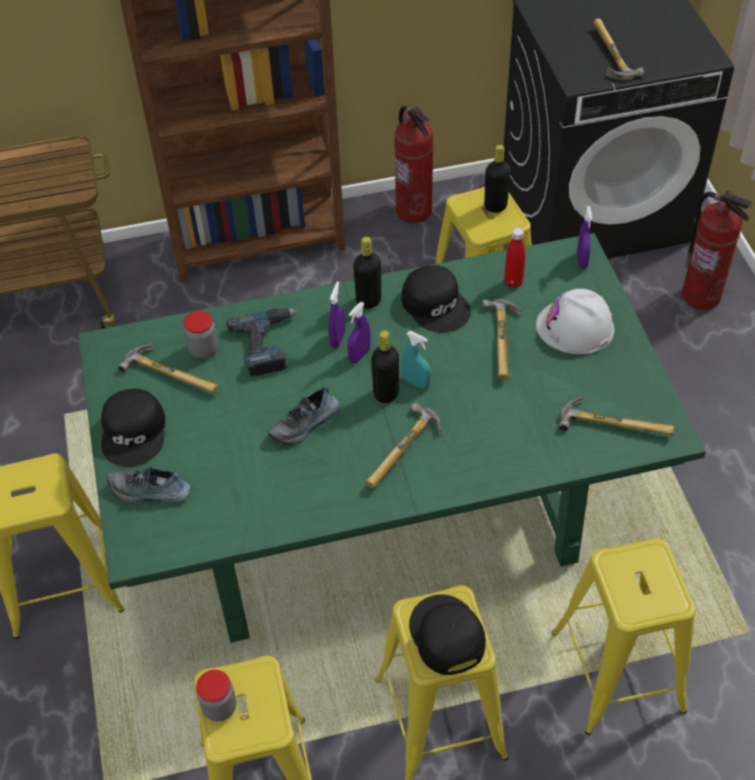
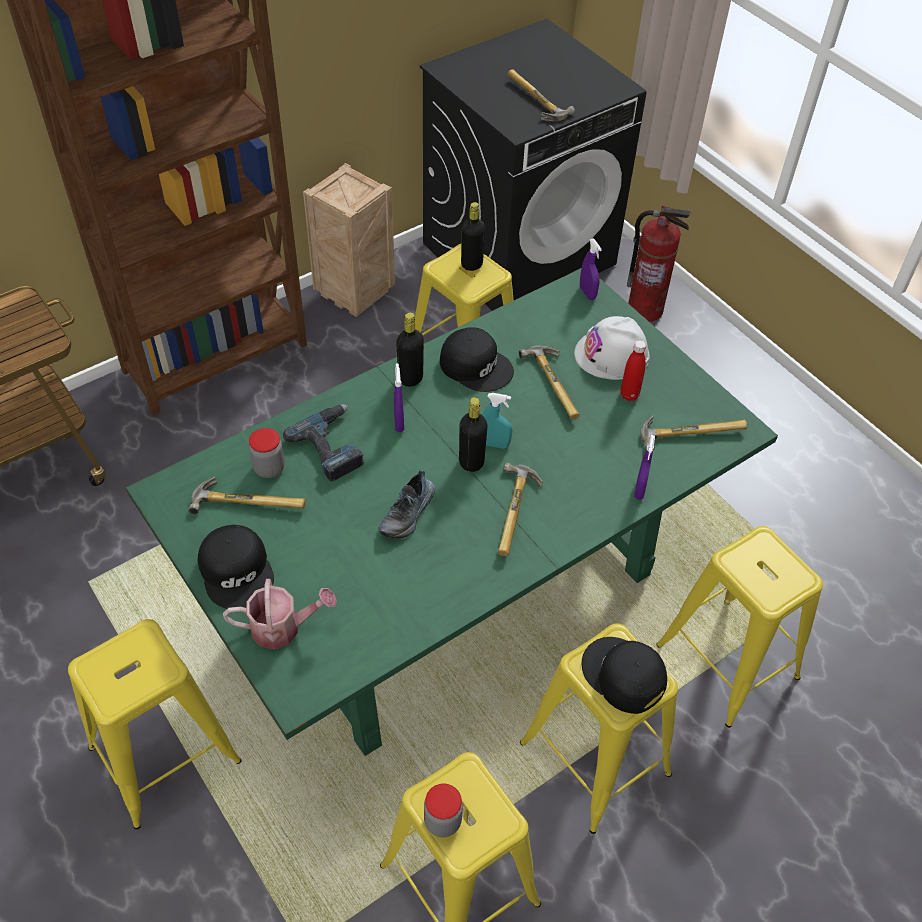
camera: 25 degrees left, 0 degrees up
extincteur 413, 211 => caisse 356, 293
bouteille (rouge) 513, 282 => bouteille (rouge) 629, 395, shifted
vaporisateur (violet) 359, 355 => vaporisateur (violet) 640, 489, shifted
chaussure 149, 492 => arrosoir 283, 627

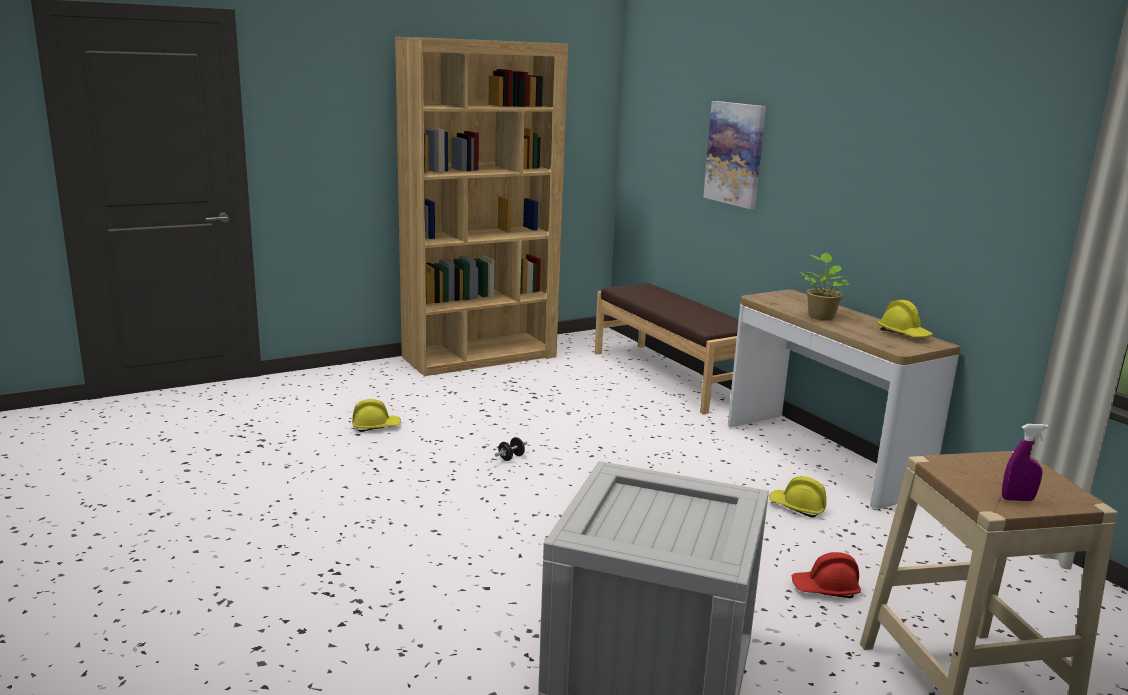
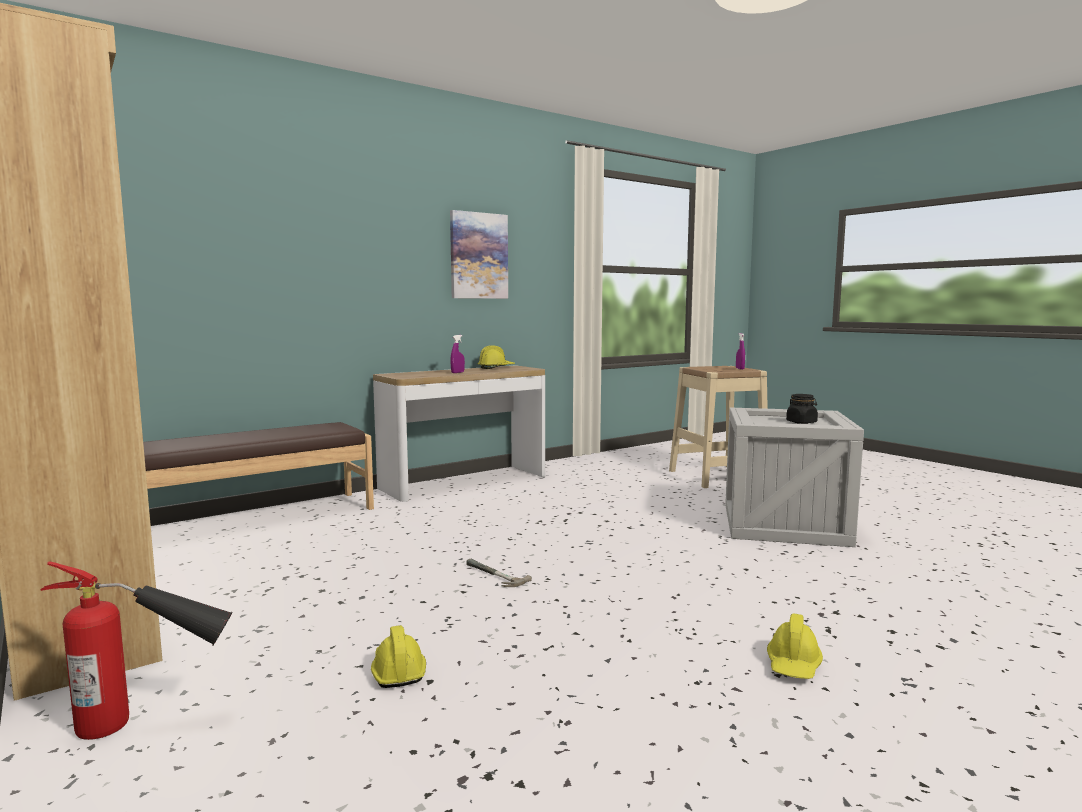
camera: 95 degrees left, 10 degrees down
tableau 735, 154 => tableau 478, 256, shifted
plante en pot 821, 316 => vaporisateur (violet) 457, 372
haltère (noir) 511, 457 => marteau 491, 576
casque de chantier (jaune) 797, 507 => casque de chantier (jaune) 794, 665, shifted
casque de chantier (rouge) 825, 589 => nothing
nothing => bocal (noir) 801, 422
nothing => extincteur 150, 721

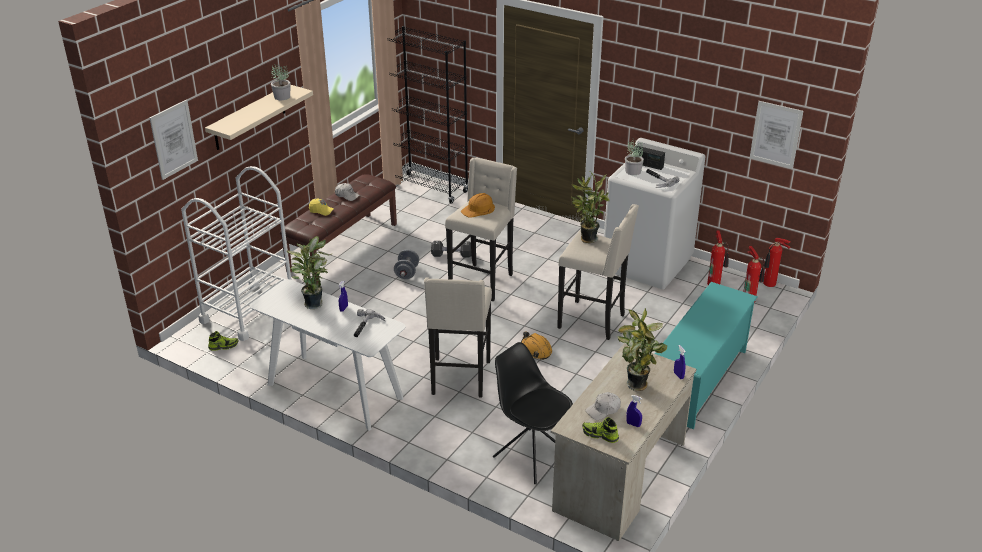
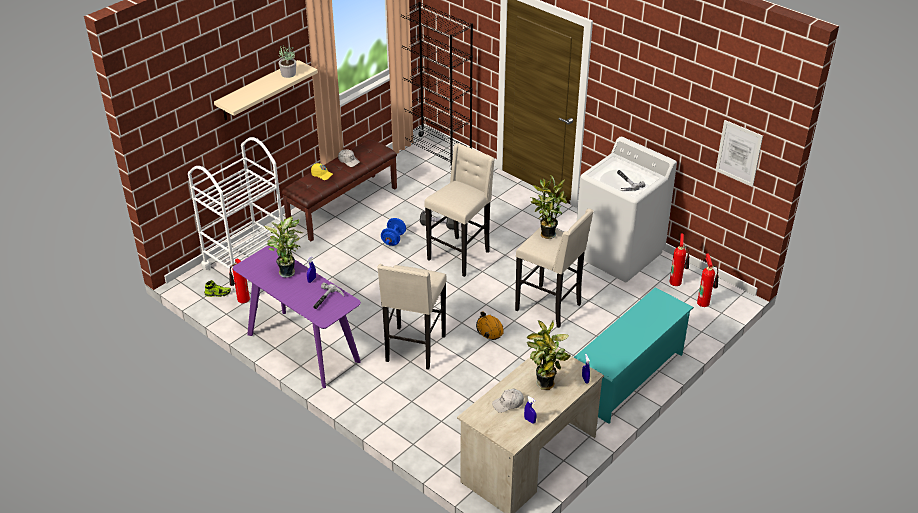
camera: 10 degrees right, 5 degrees up
tableau 174, 139 => nothing
plante en pot 632, 171 => nothing
radio 647, 165 => nothing
casque de chantier (orange) 478, 209 => nothing
extincteur 769, 284 => extincteur 242, 300, shifted
haltère (gris) 407, 273 => haltère (bleu) 393, 239
table console (blanc) 334, 391 => table console (violet) 302, 348
chaise (noir) 531, 455 => nothing
chaussure 600, 435 => nothing

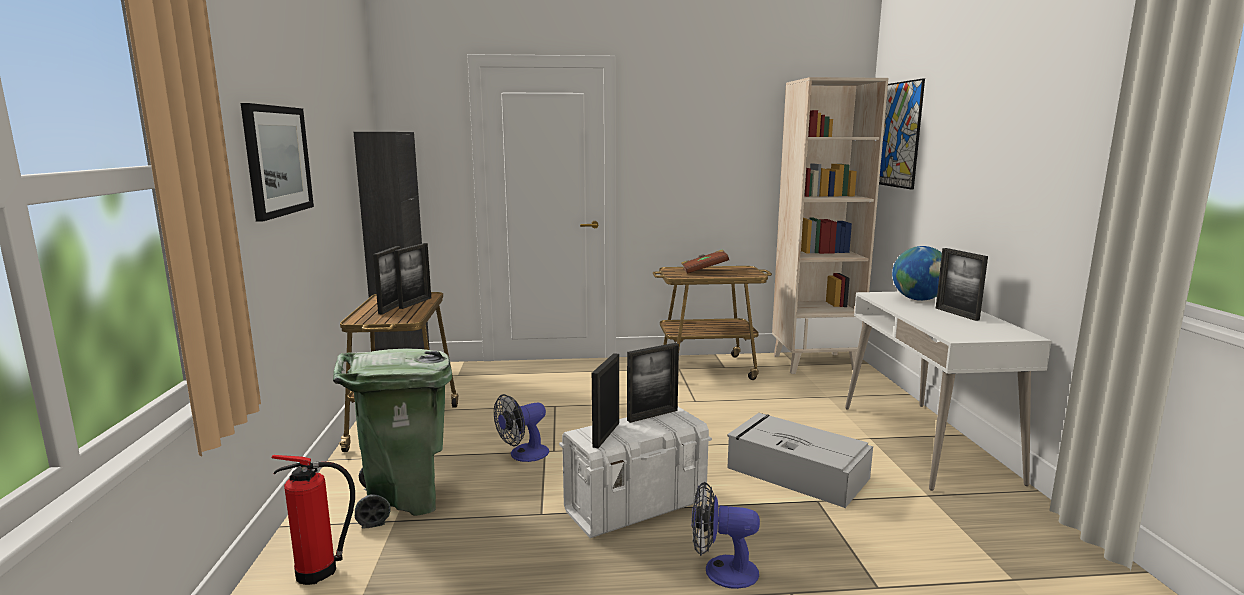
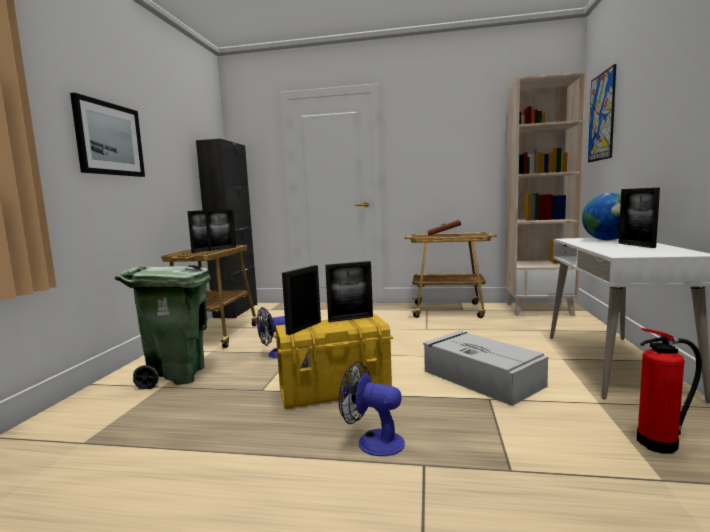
camera: 15 degrees right, 5 degrees down
boîte de rangement (blanc) 636, 506 => boîte de rangement (jaune) 335, 391
extincteur 320, 572 => extincteur 661, 443, shifted

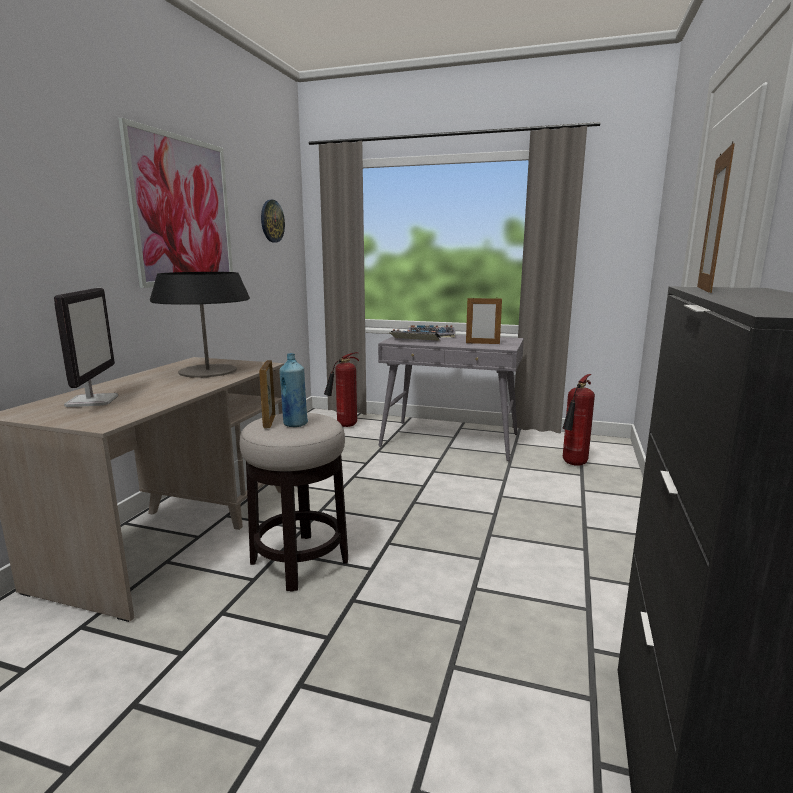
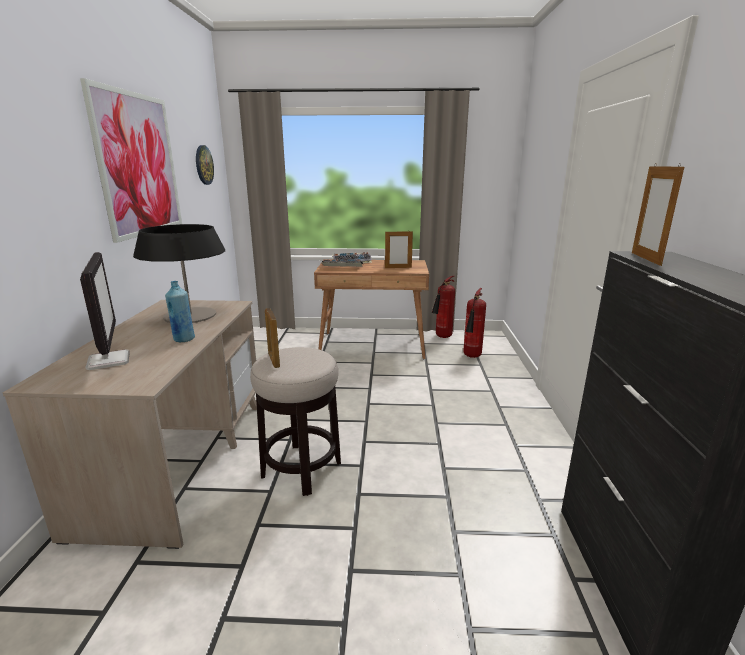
camera: 15 degrees left, 5 degrees up
bureau (gris) 451, 440 => bureau (marron) 373, 345
extincteur 344, 426 => extincteur 442, 337, shifted
bouteille (bleu) 295, 424 => bouteille (bleu) 184, 339, shifted

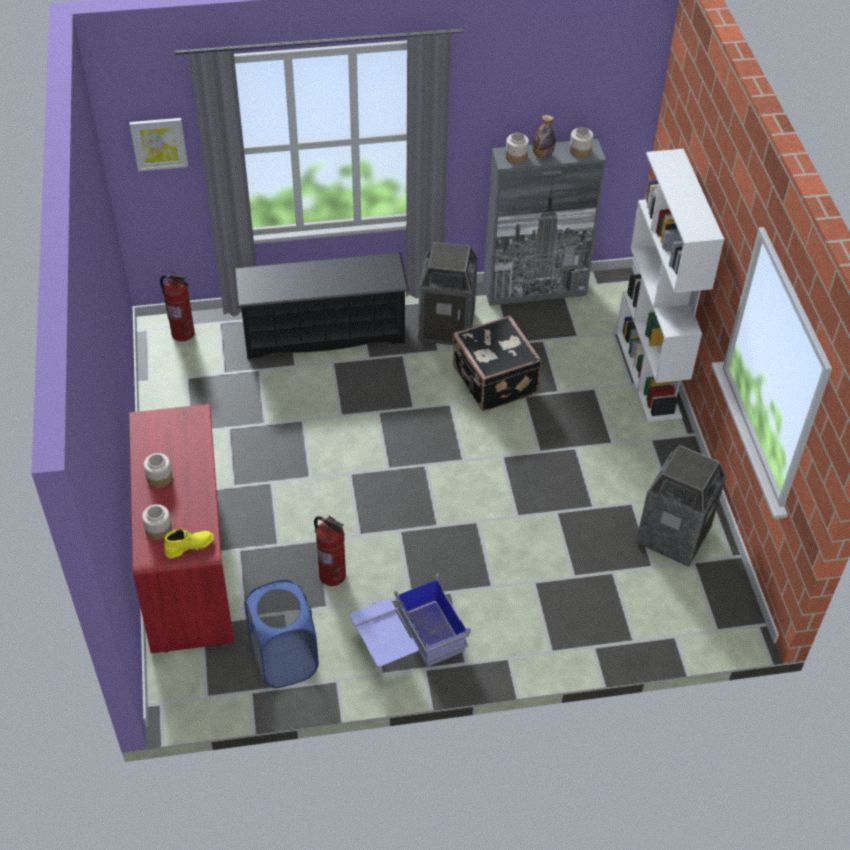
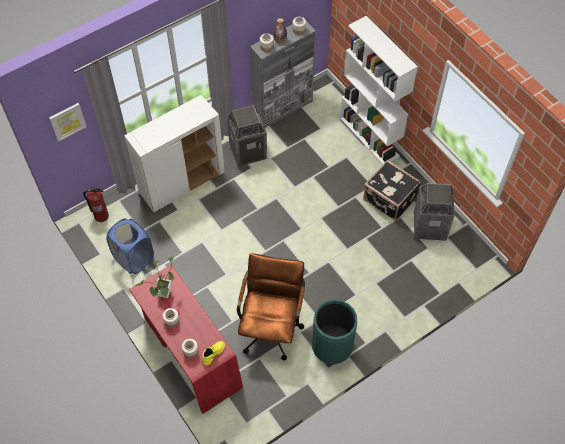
camera: 25 degrees left, 10 degrees up
étagère à chaussures (noir) 324, 333 => meuble de rangement (blanc) 182, 182
valise (noir) 493, 381 => valise (noir) 389, 199, shifted
extincteur 332, 575 => chaise de bureau (marron) 271, 325
boîte de rangement (bleu) 408, 643 => poubelle (vert) 332, 345
panier à linge (bleu) 284, 660 => panier à linge (bleu) 134, 258, shifted
nothing => plante en pot 163, 296

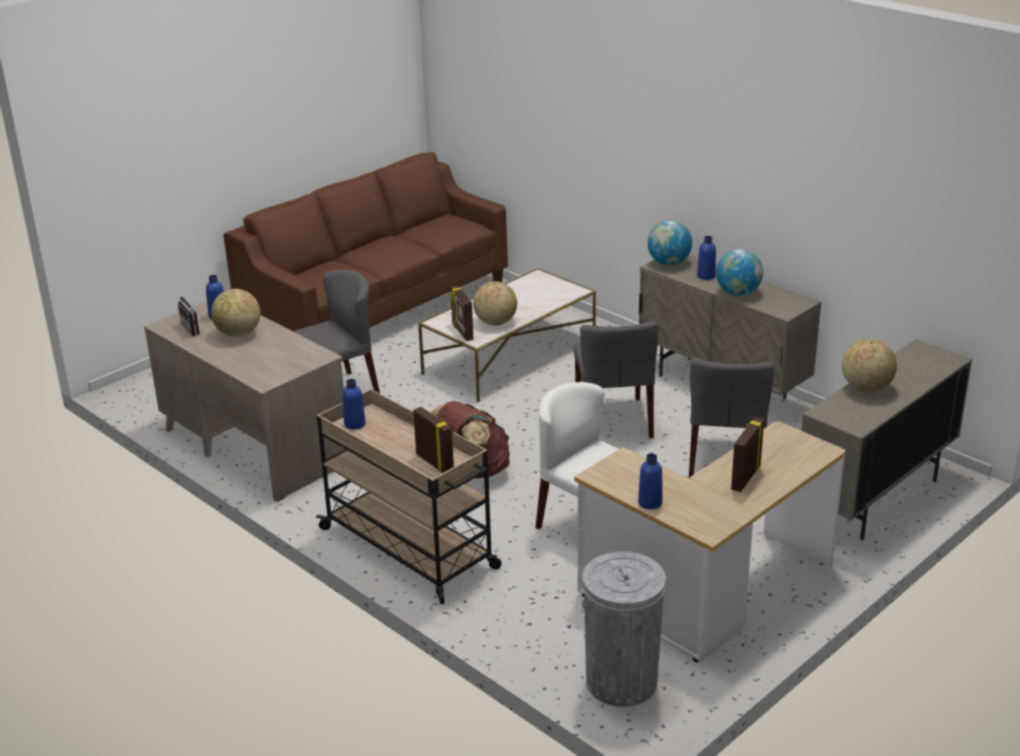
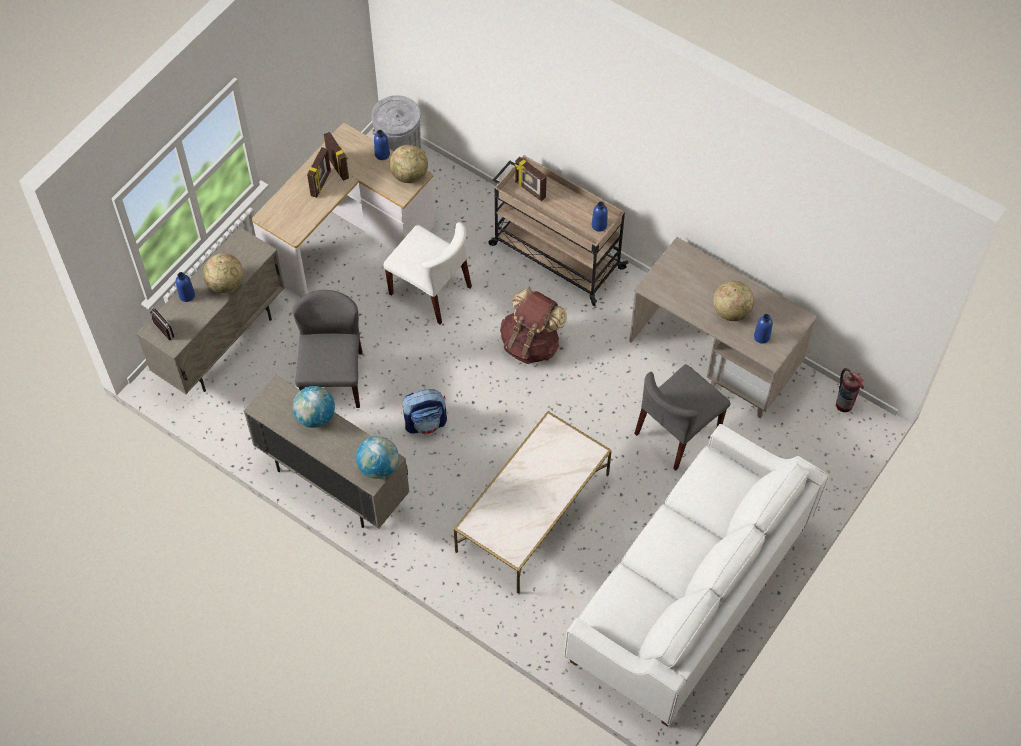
camera: 170 degrees right, 30 degrees up
canapé (marron) 377, 307 => canapé (blanc) 689, 593
bouteille (bleu) 706, 276 => bouteille (bleu) 187, 295, shifted
globe 495, 322 => globe 409, 175, shifted
cadre photo 462, 332 => cadre photo 338, 167, shifted
radio 194, 329 => radio 160, 332, shifted
chaise (gris) 614, 420 => sac à dos 426, 422
nothing => extincteur 844, 404

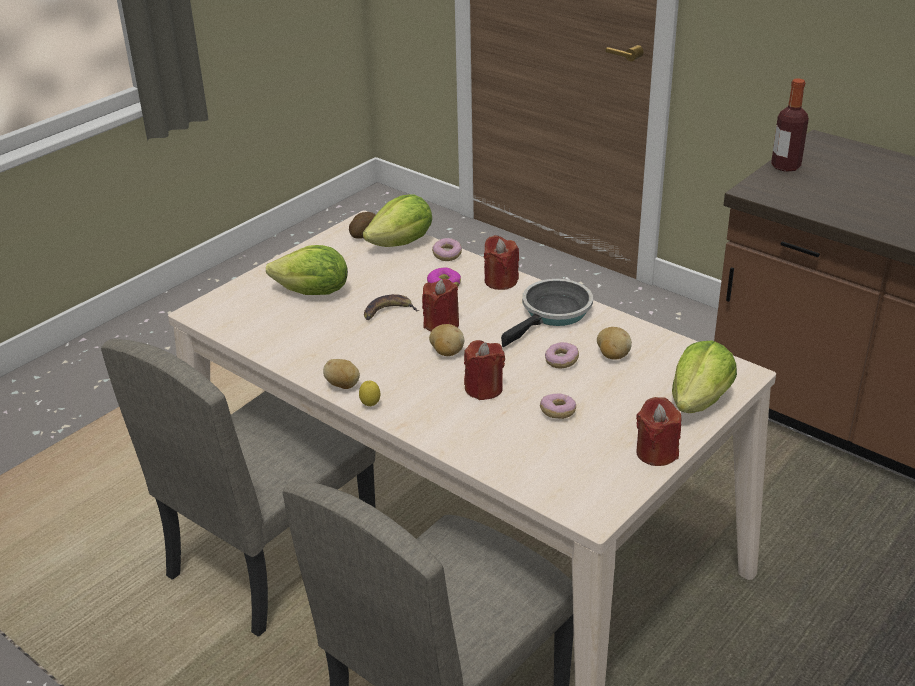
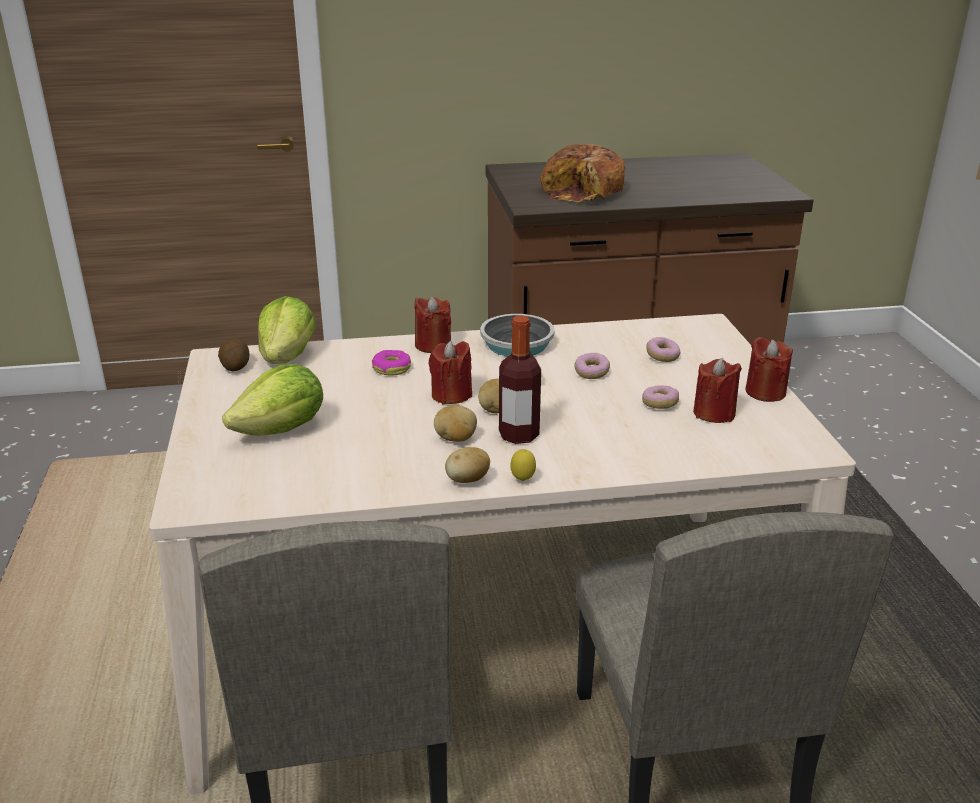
camera: 50 degrees left, 5 degrees down
bouteille 785, 166 => bouteille 519, 435, shifted
beignet 447, 255 => beignet 662, 356, shifted
banane 388, 312 => nothing
pomme de terre 612, 355 => pomme de terre 455, 439, shifted
bougie (rouge) 483, 389 => bougie (rouge) 714, 413, shifted
laitue 700, 401 => nothing
nothing => pain 584, 191

